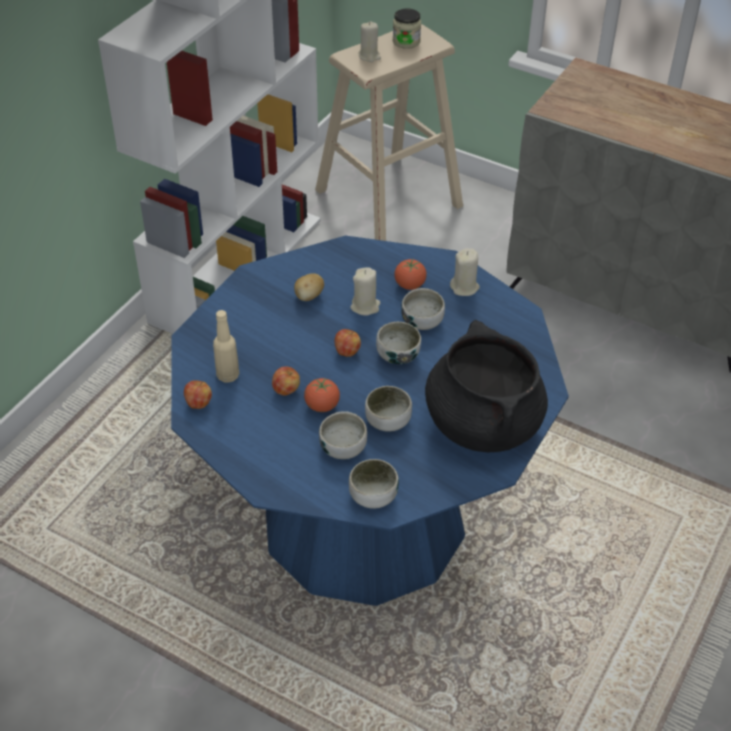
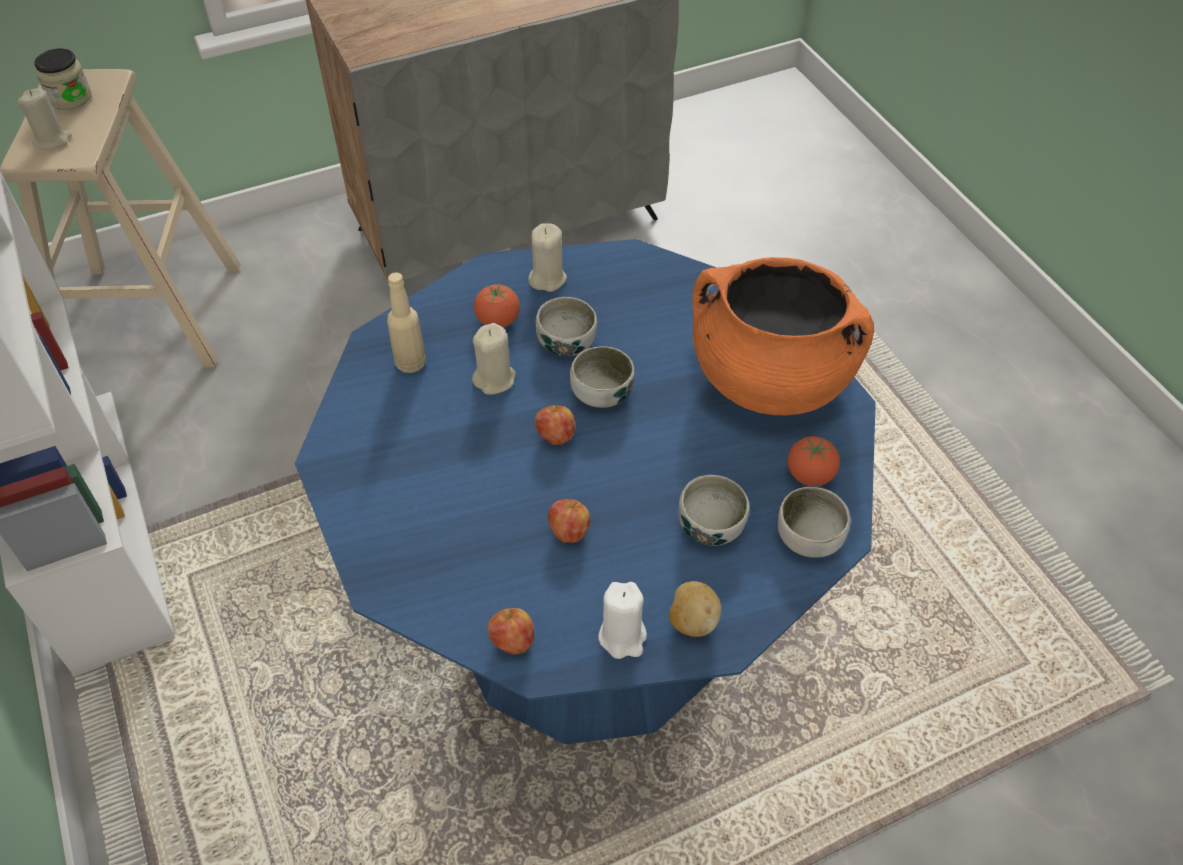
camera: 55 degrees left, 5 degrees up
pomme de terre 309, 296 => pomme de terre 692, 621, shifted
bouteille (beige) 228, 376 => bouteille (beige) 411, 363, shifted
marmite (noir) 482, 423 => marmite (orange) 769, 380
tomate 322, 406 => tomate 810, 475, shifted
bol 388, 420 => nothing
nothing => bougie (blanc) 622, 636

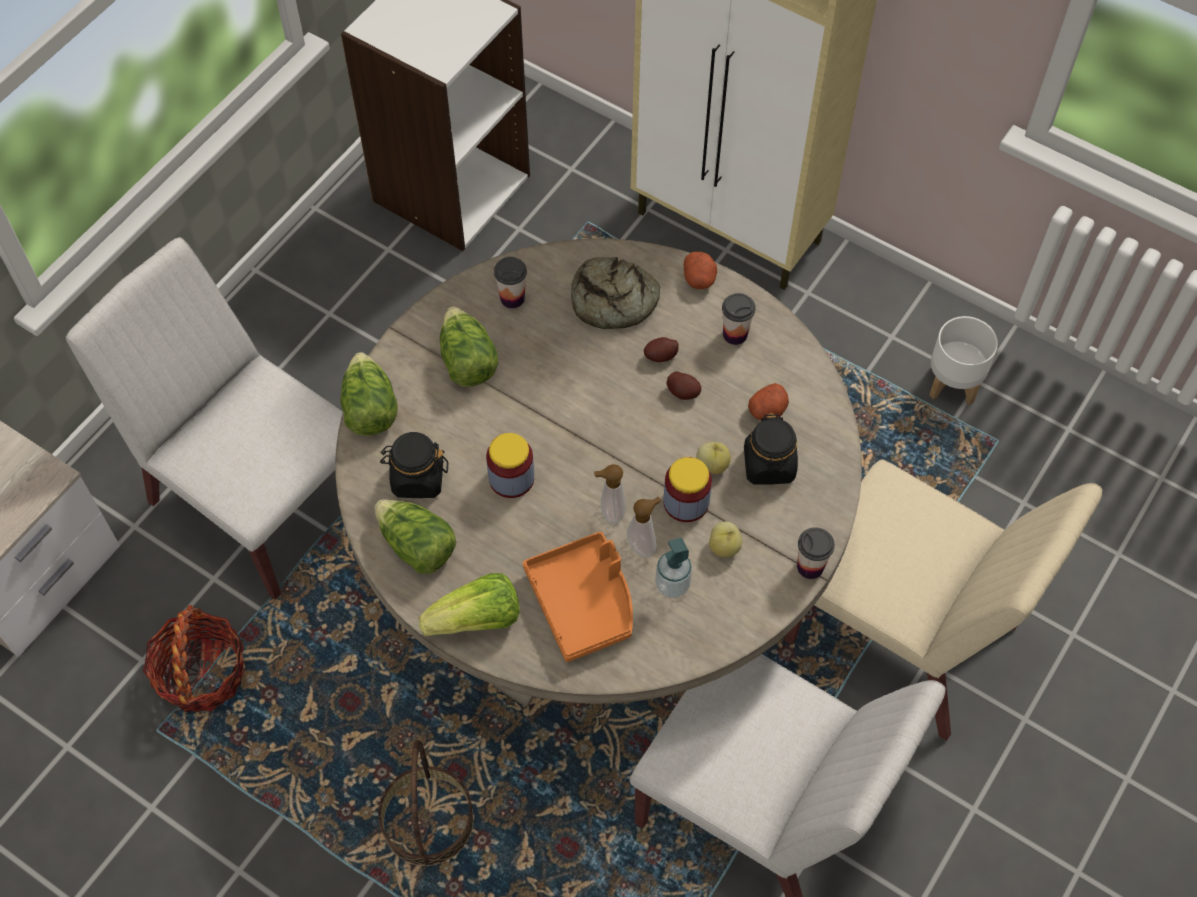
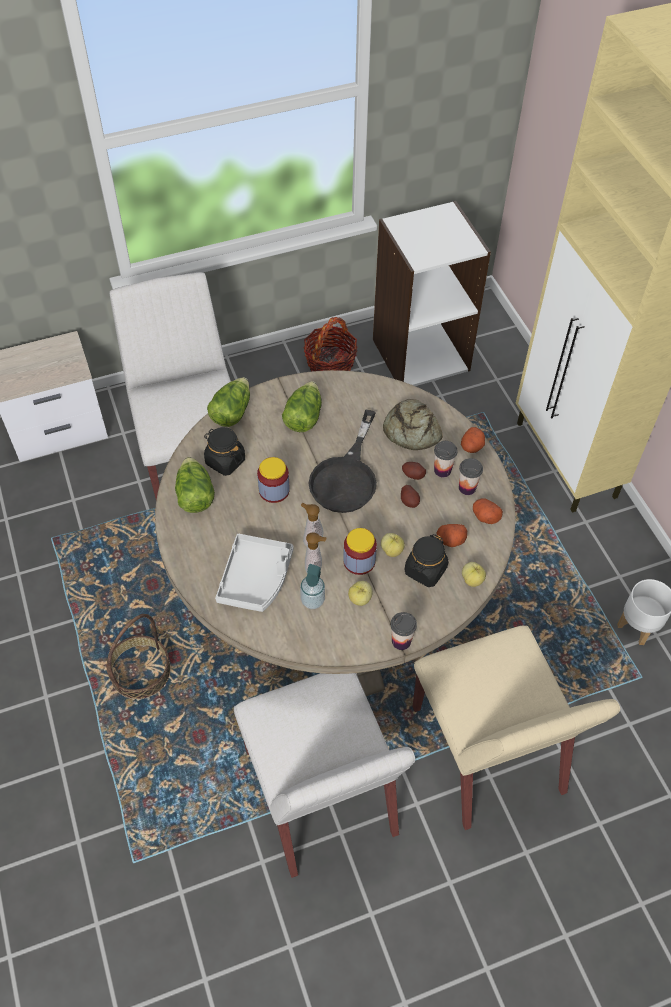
camera: 35 degrees right, 5 degrees down
tasse 512, 298 => tasse 442, 470, shifted
plateau (orange) 584, 602 => plateau (gris) 256, 578
laitue 477, 620 => nothing
panier 202, 673 => panier 330, 362, shifted
nothing => poêle (noir) 346, 477
nothing => pomme de terre 485, 516
nothing => pomme 472, 580

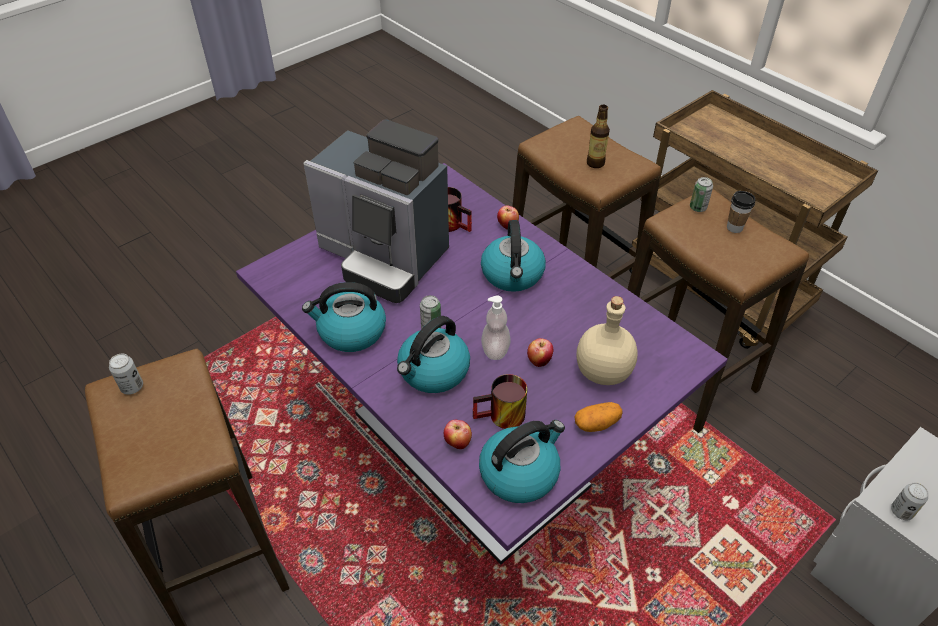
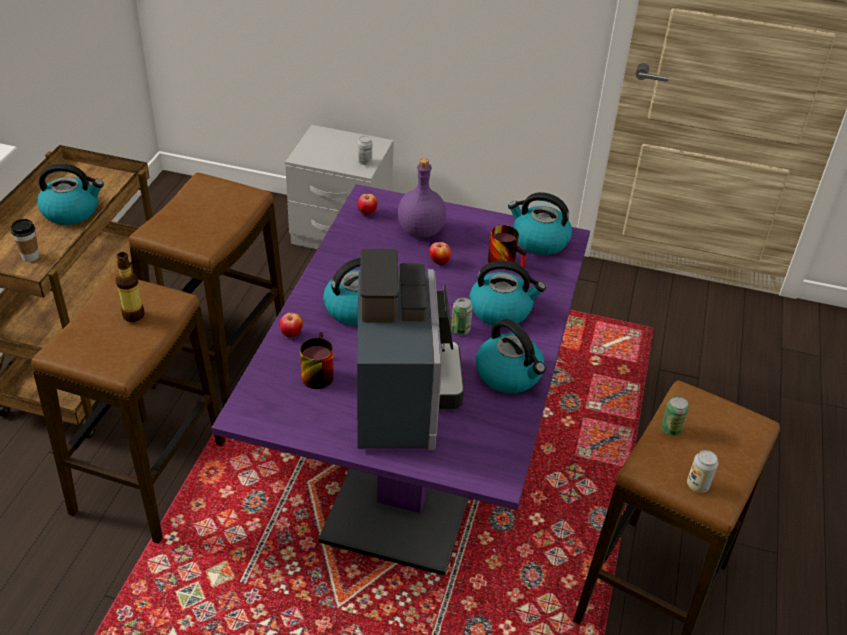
camera: 125 degrees left, 5 degrees down
boîte métallique 698, 208 => boîte métallique 670, 429, shifted
tasse 734, 228 => tasse 30, 256, shifted
distributeur de savon 495, 350 => nothing
bouteille (beige) 603, 371 => bouteille (violet) 420, 231
pomme de terre 597, 424 => nothing
pomme 457, 443 => pomme 367, 213, shifted
nothing => bouilloire 72, 211

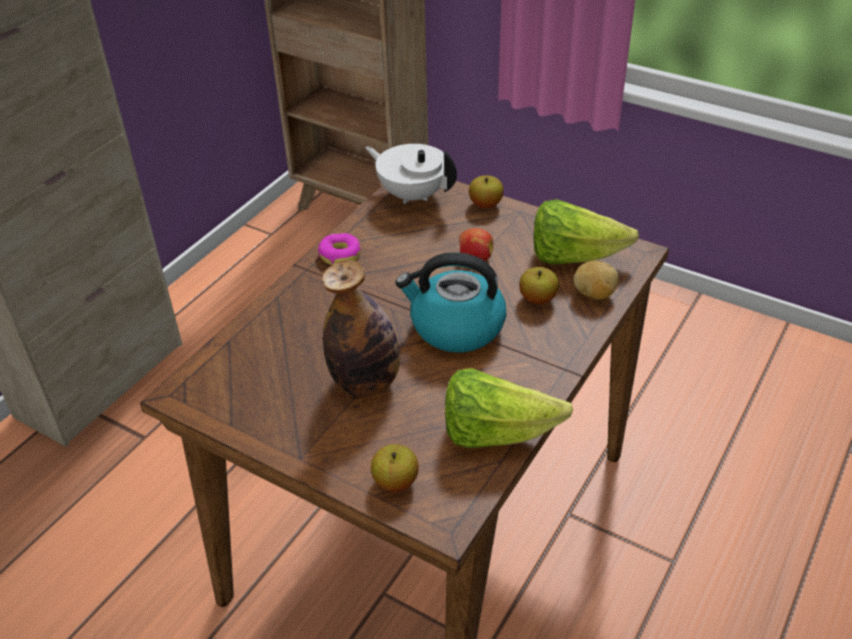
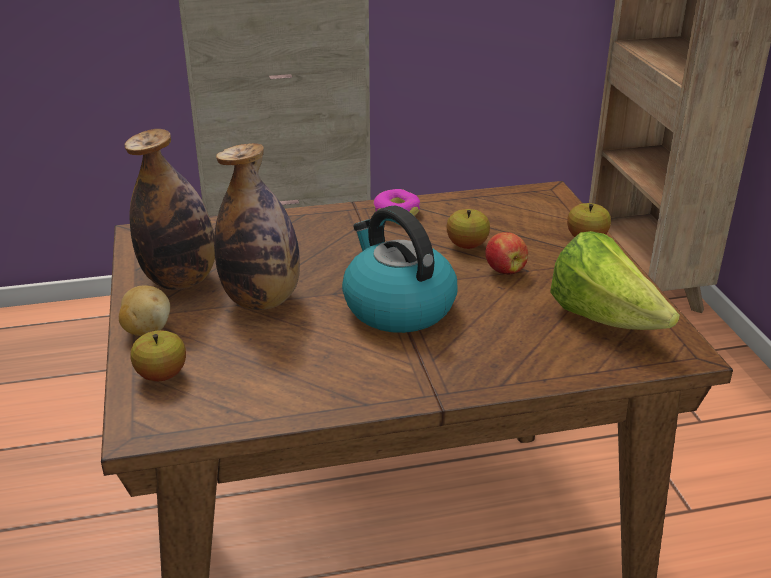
camera: 45 degrees right, 10 degrees down
théière (blanc) 412, 194 => nothing
pomme de terre 594, 294 => pomme de terre 146, 330, shifted
pomme 537, 299 => pomme 467, 245, shifted
laitue 495, 433 => nothing
nothing => bouteille 180, 280

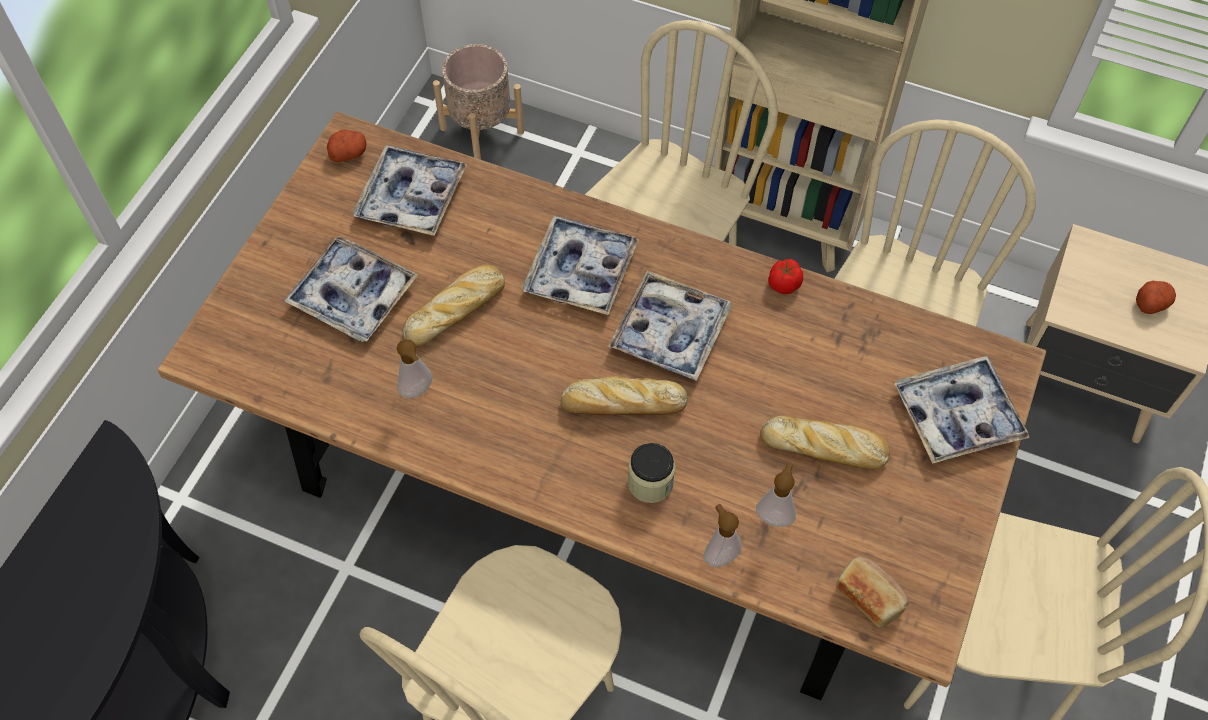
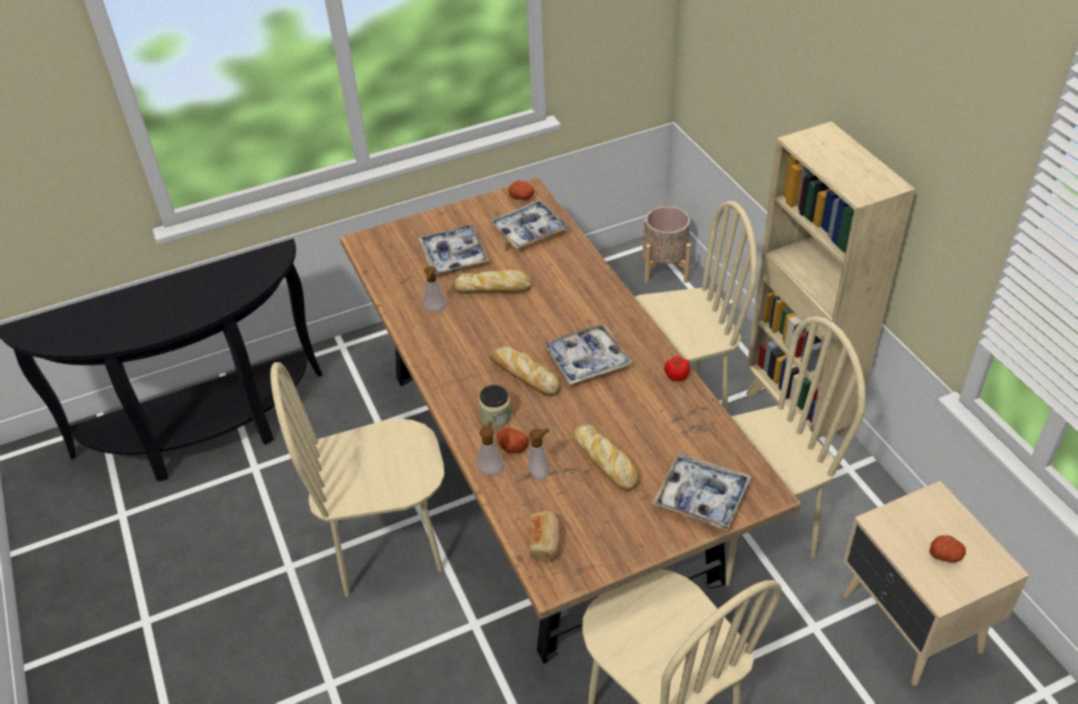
camera: 45 degrees right, 15 degrees down
plateau 580, 272 => nothing
nothing => pomme de terre 512, 447

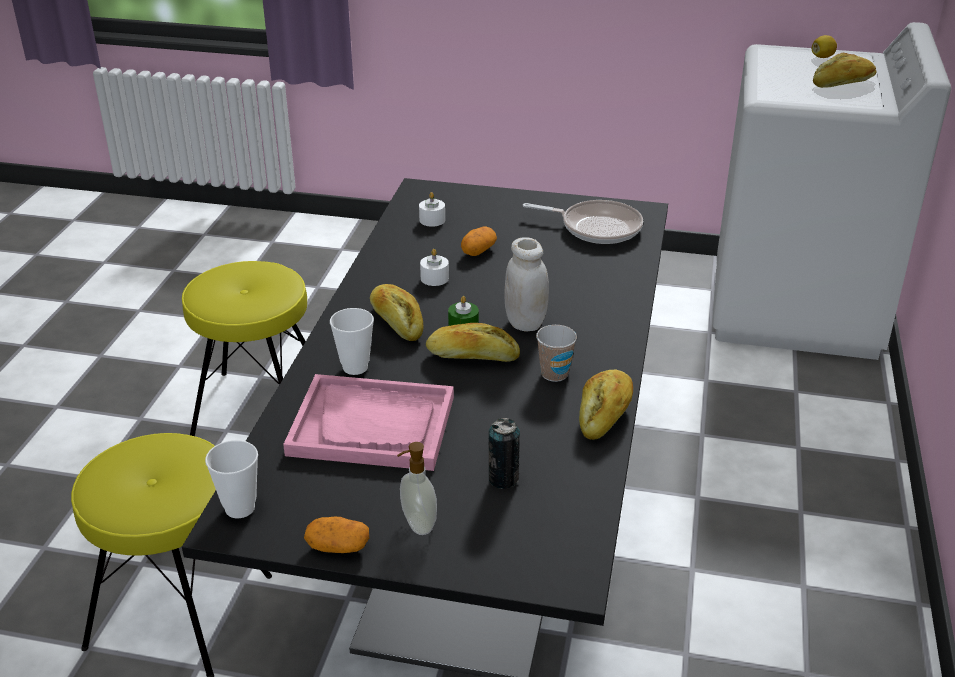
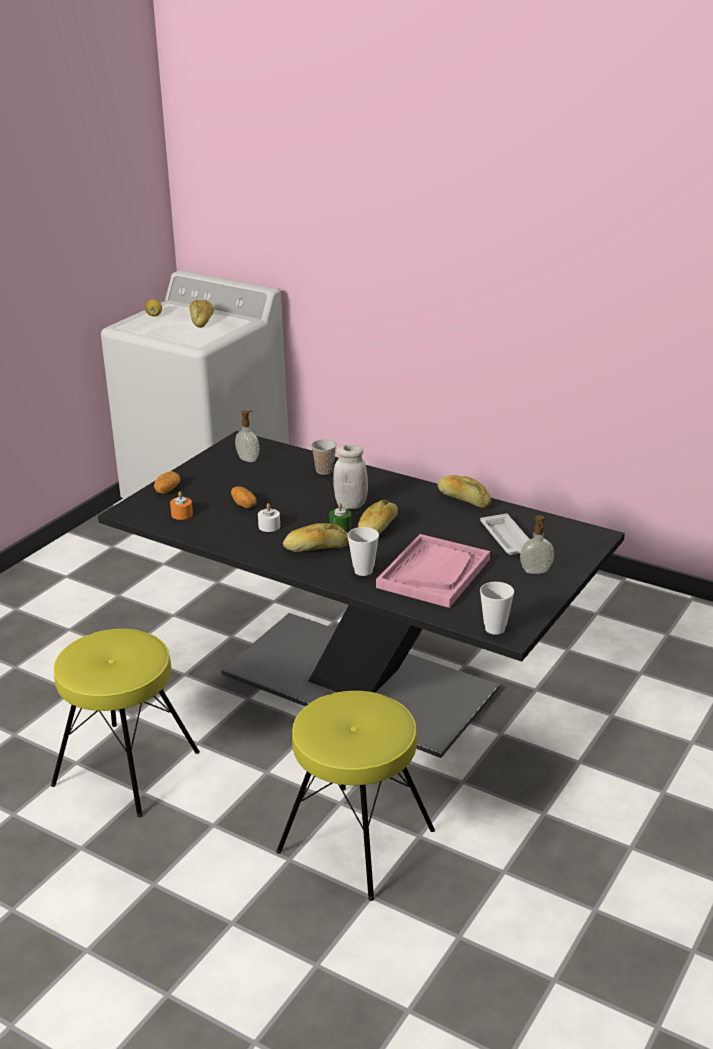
camera: 70 degrees left, 5 degrees down
bougie (blanc) 432, 220 => bougie (orange) 182, 514
poêle 596, 227 => distributeur de savon 248, 459
tasse 554, 374 => tasse 324, 470, shifted
boîte métallique 503, 479 => plateau (blanc) 507, 539
pomme de terre 338, 547 => pomme de terre 167, 490, shifted

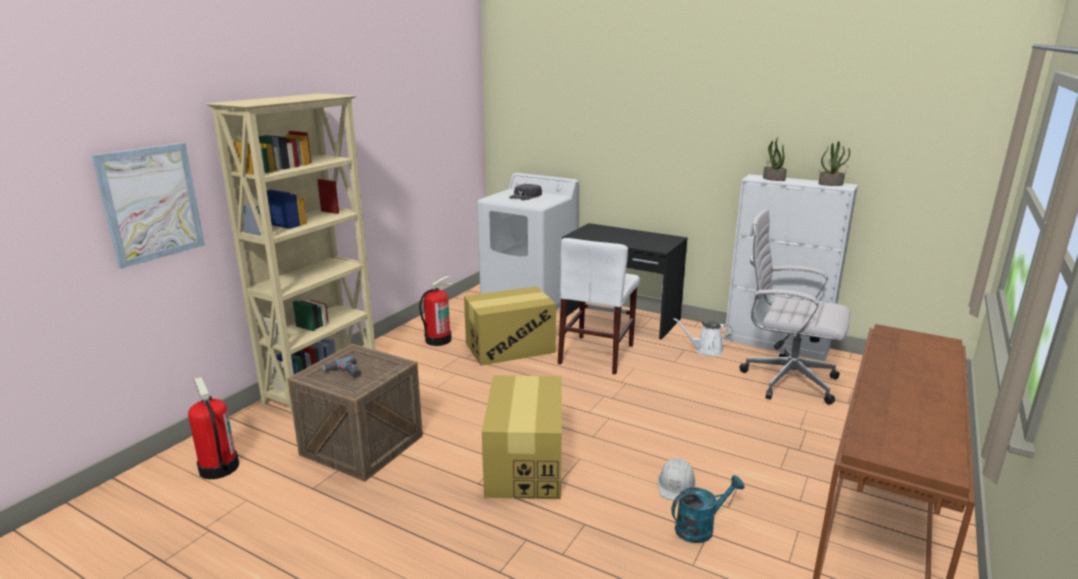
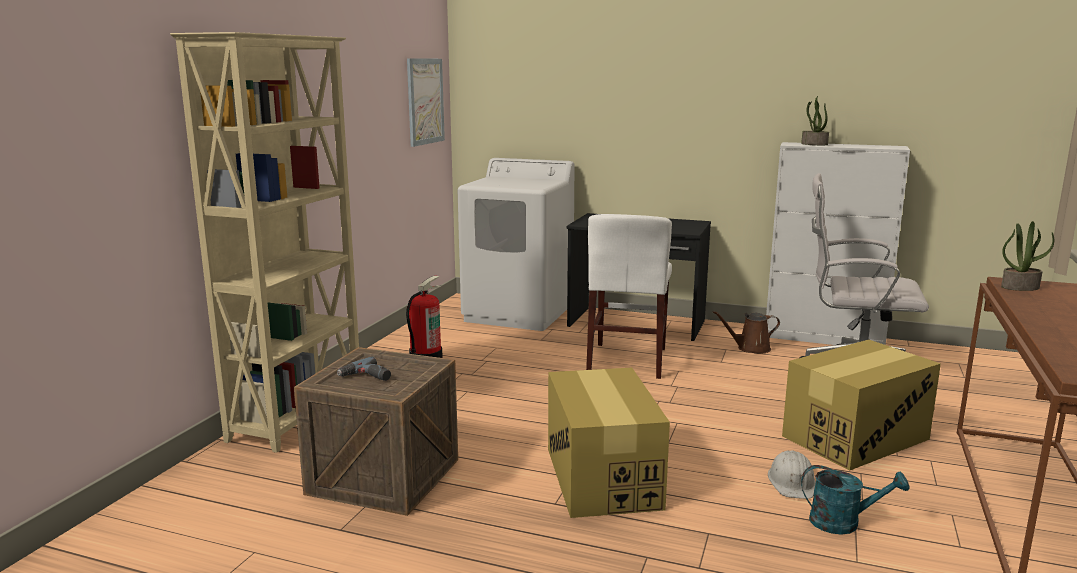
camera: 10 degrees left, 5 degrees down
plante en pot 830, 184 => plante en pot 1020, 287, shifted
tableau 151, 203 => tableau 425, 101, shifted
casquette (noir) 525, 196 => nothing
carton 510, 348 => carton 855, 437, shifted
arrosoir (blanc) 706, 350 => arrosoir (marron) 750, 348
extincteur 218, 468 => nothing
arrosoir (turquoise) 700, 527 => arrosoir (turquoise) 843, 523, 45 degrees clockwise

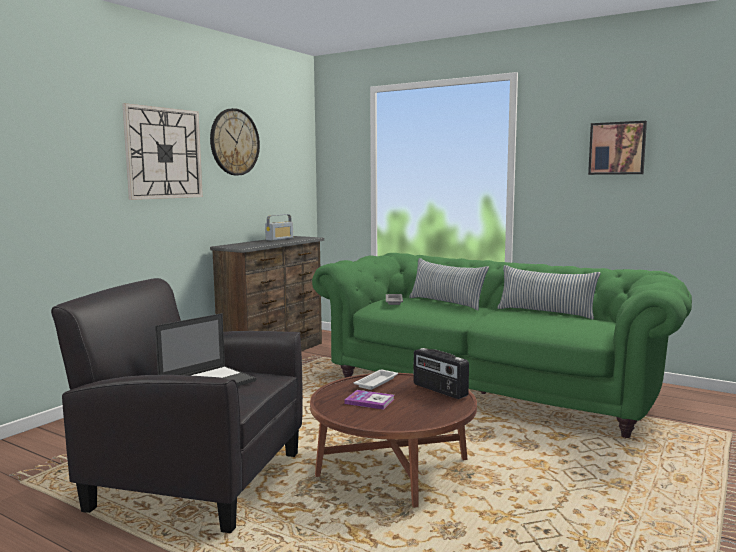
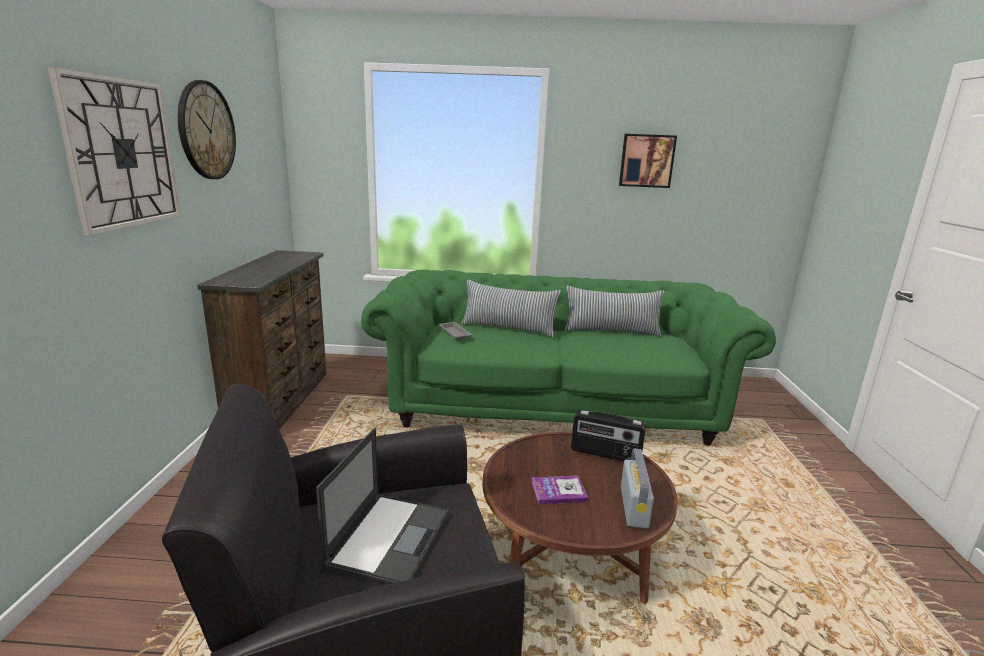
camera: 30 degrees left, 10 degrees up
radio 279, 239 => radio 634, 507, shifted
plateau (blanc) 377, 382 => nothing

